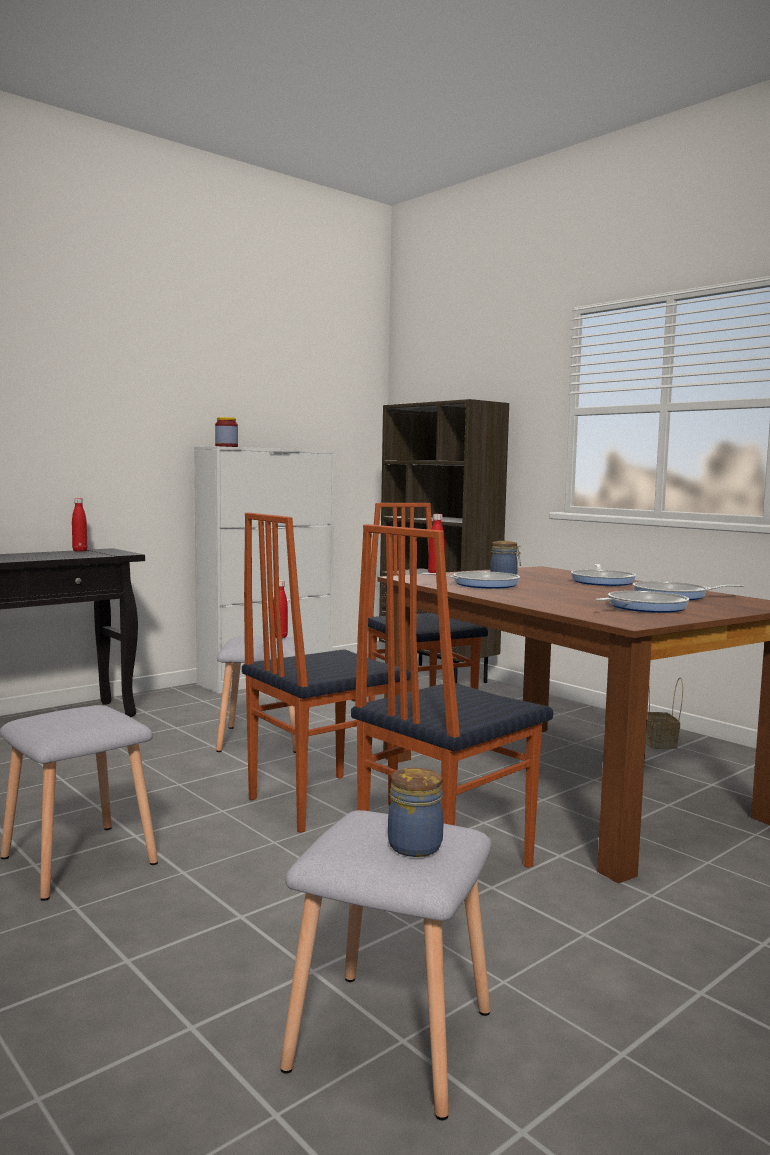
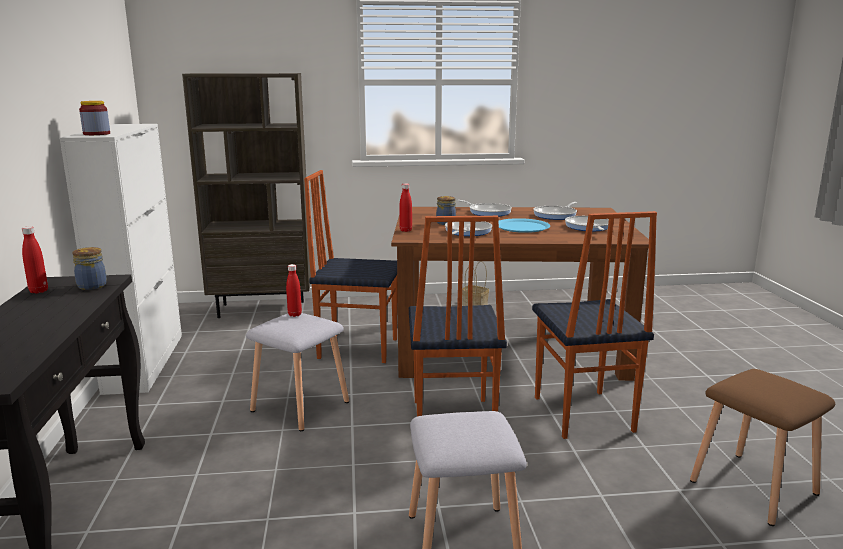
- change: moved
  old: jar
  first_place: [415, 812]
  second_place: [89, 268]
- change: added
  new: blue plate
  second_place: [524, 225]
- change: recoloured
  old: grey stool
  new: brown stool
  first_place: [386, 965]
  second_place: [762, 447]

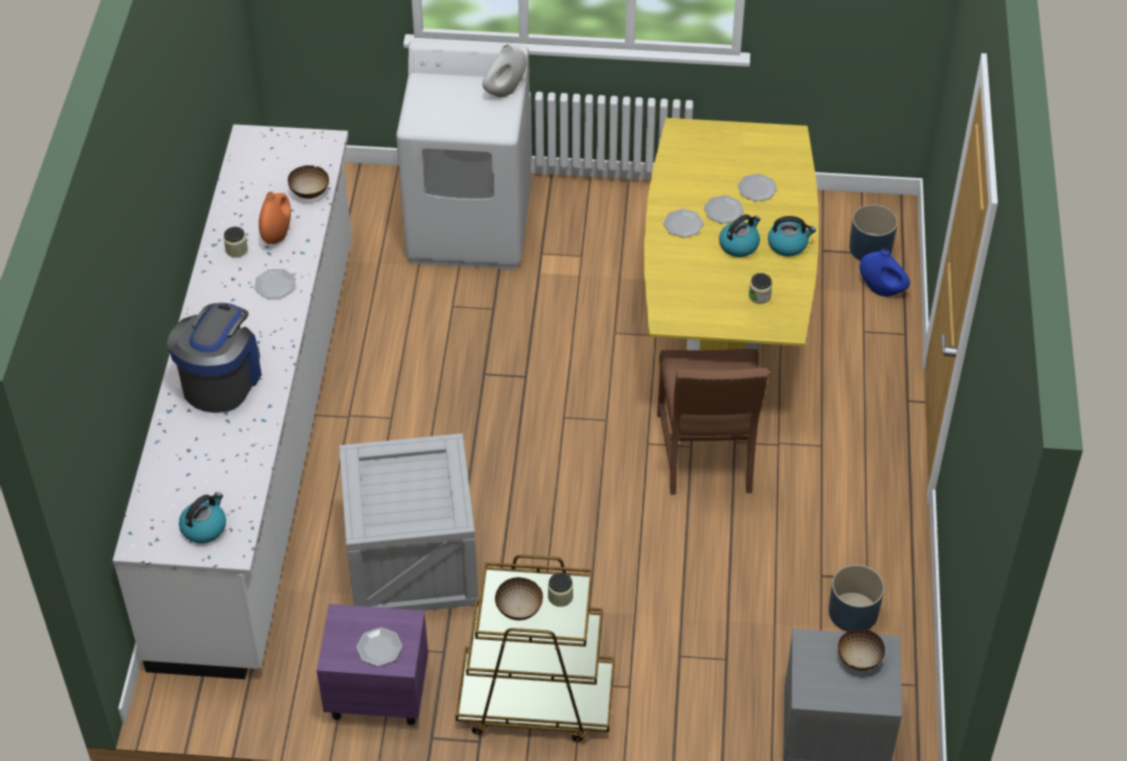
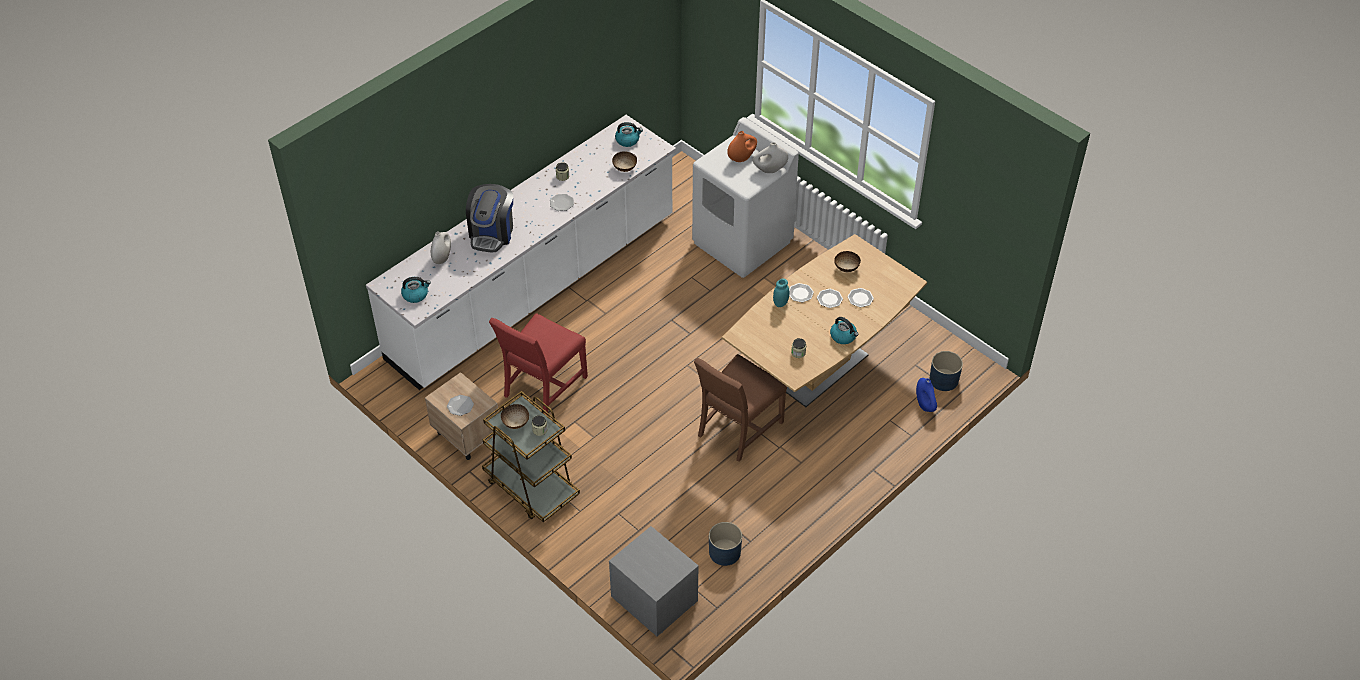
- change: recoloured
  old: purple nightstand
  new: beige nightstand
  first_place: [372, 664]
  second_place: [461, 416]
- change: added
  new: white vase
  second_place: [441, 247]
- change: turned
  old: coffee machine
  first_place: [214, 358]
  second_place: [489, 218]
  degrees: 135
- change: replaced
  old: crate
  new: red chair
  first_place: [409, 522]
  second_place: [538, 364]
- change: moved
  old: kettle
  first_place: [739, 235]
  second_place: [629, 134]
- change: recoloured
  old: yellow dining table
  new: brown dining table
  first_place: [731, 236]
  second_place: [824, 320]
- change: moved
  old: orange vase
  first_place: [275, 217]
  second_place: [742, 146]
- change: added
  new: turquoise jar
  second_place: [781, 293]
- change: moved
  old: bowl
  first_place: [861, 650]
  second_place: [847, 261]

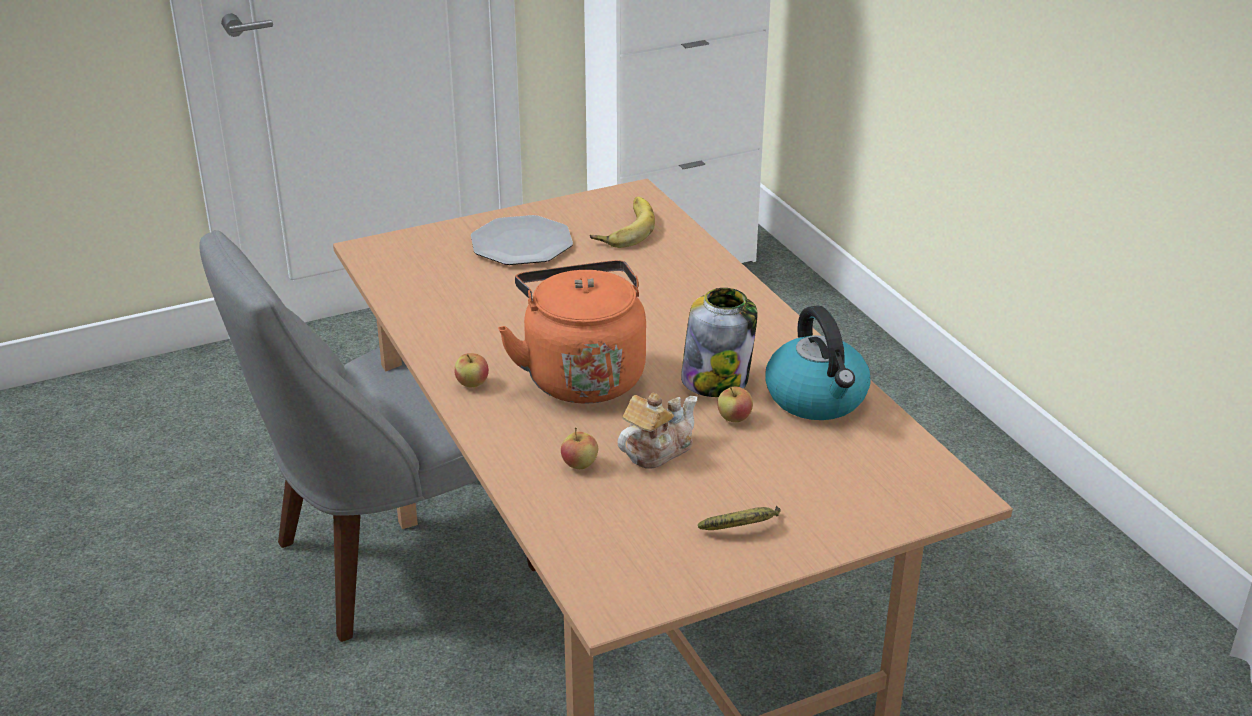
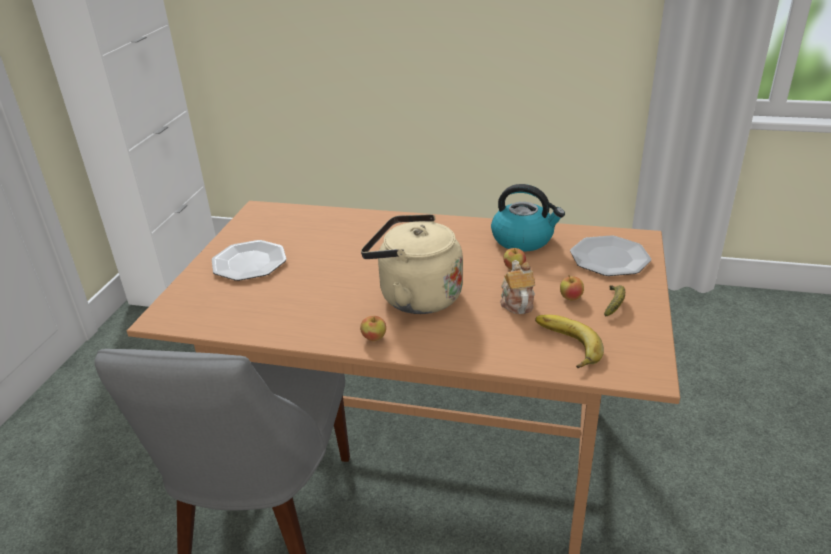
- change: recoloured
  old: orange kettle
  new: beige kettle
  first_place: [572, 332]
  second_place: [412, 264]
- change: moved
  old: banana
  first_place: [622, 222]
  second_place: [569, 341]
- change: moved
  old: apple
  first_place: [579, 448]
  second_place: [572, 287]
- change: added
  new: plate
  second_place: [610, 255]
- change: removed
  old: jar
  first_place: [719, 342]

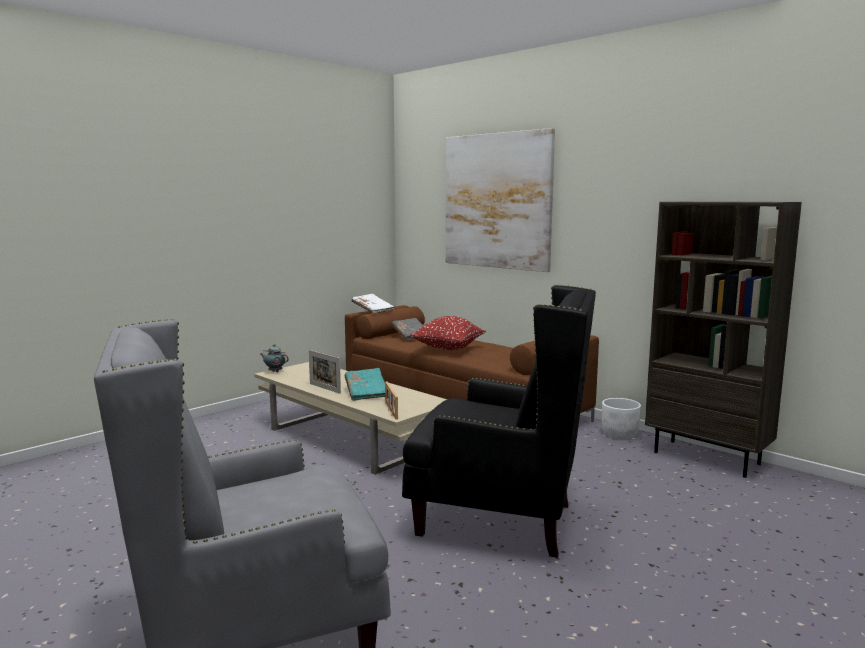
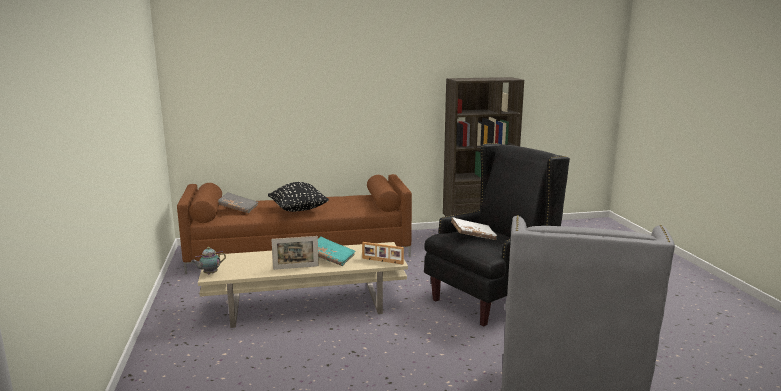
- change: recoloured
  old: red pillow
  new: black pillow
  first_place: [448, 333]
  second_place: [298, 197]
- change: moved
  old: white book
  first_place: [373, 303]
  second_place: [474, 228]
- change: removed
  old: picture
  first_place: [500, 200]
- change: removed
  old: white planter
  first_place: [621, 418]

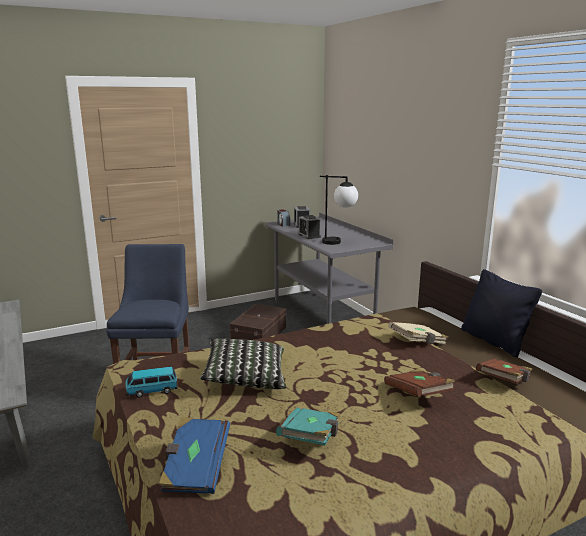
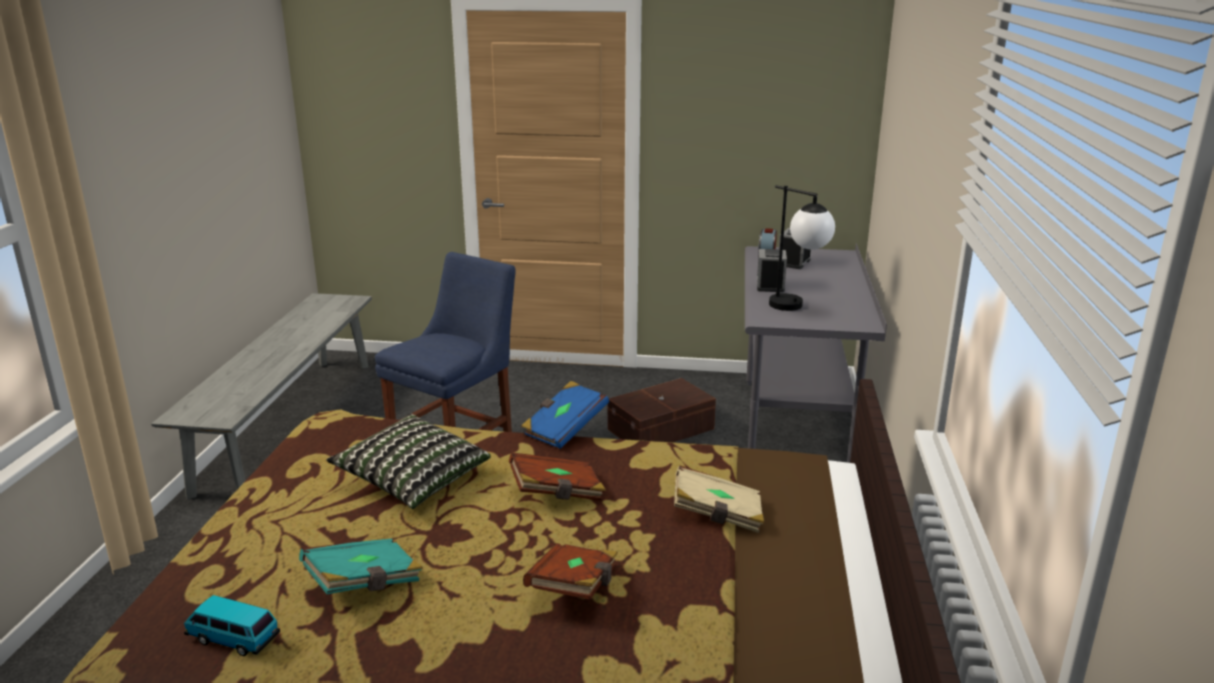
- change: moved
  old: toy car
  first_place: [151, 381]
  second_place: [232, 625]
- change: moved
  old: brown book
  first_place: [504, 371]
  second_place: [557, 477]
- change: moved
  old: blue book
  first_place: [194, 455]
  second_place: [565, 415]
- change: removed
  old: black pillow
  first_place: [501, 313]

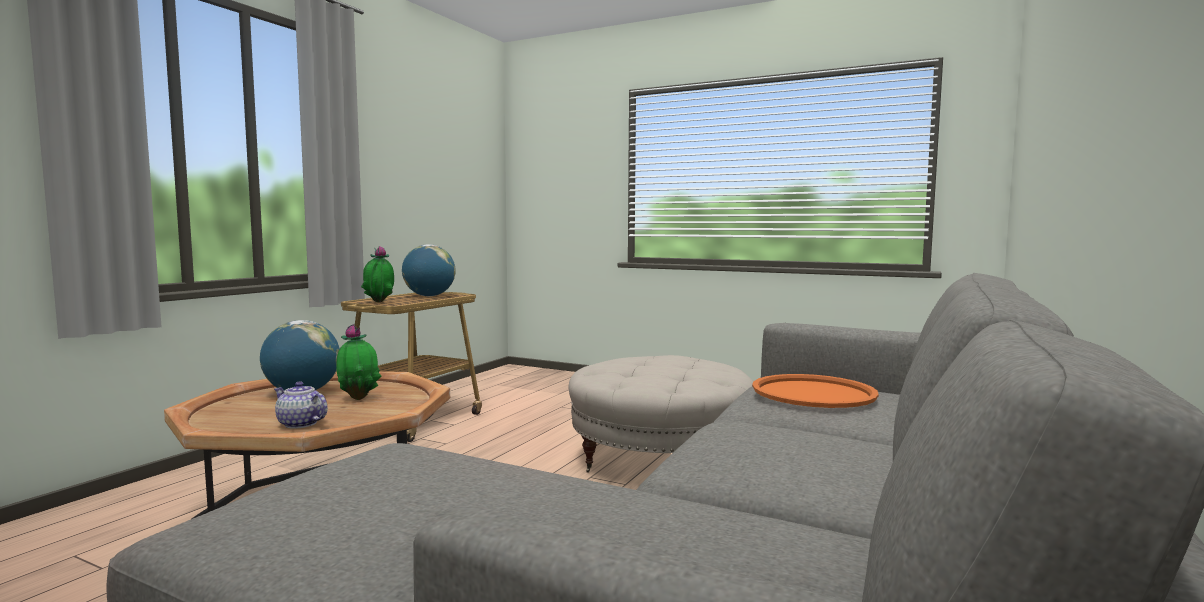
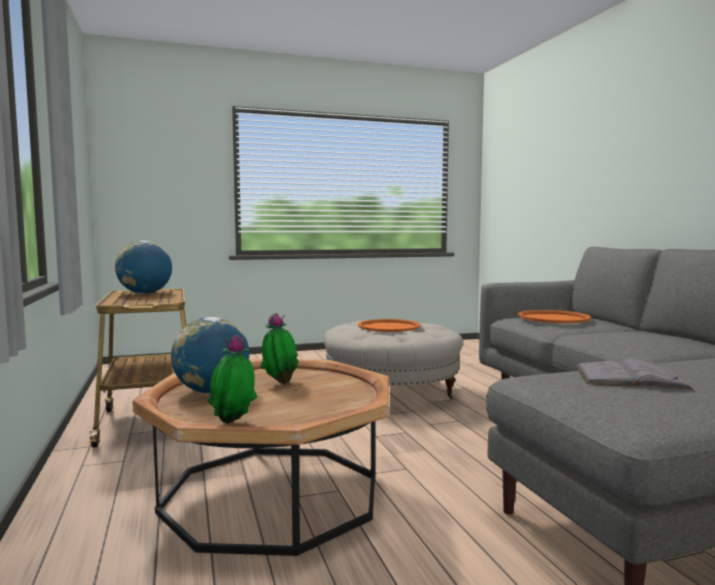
- change: moved
  old: potted plant
  first_place: [377, 274]
  second_place: [232, 379]
- change: added
  new: orange tray
  second_place: [389, 325]
- change: added
  new: grey book
  second_place: [634, 374]
- change: removed
  old: teapot
  first_place: [301, 405]

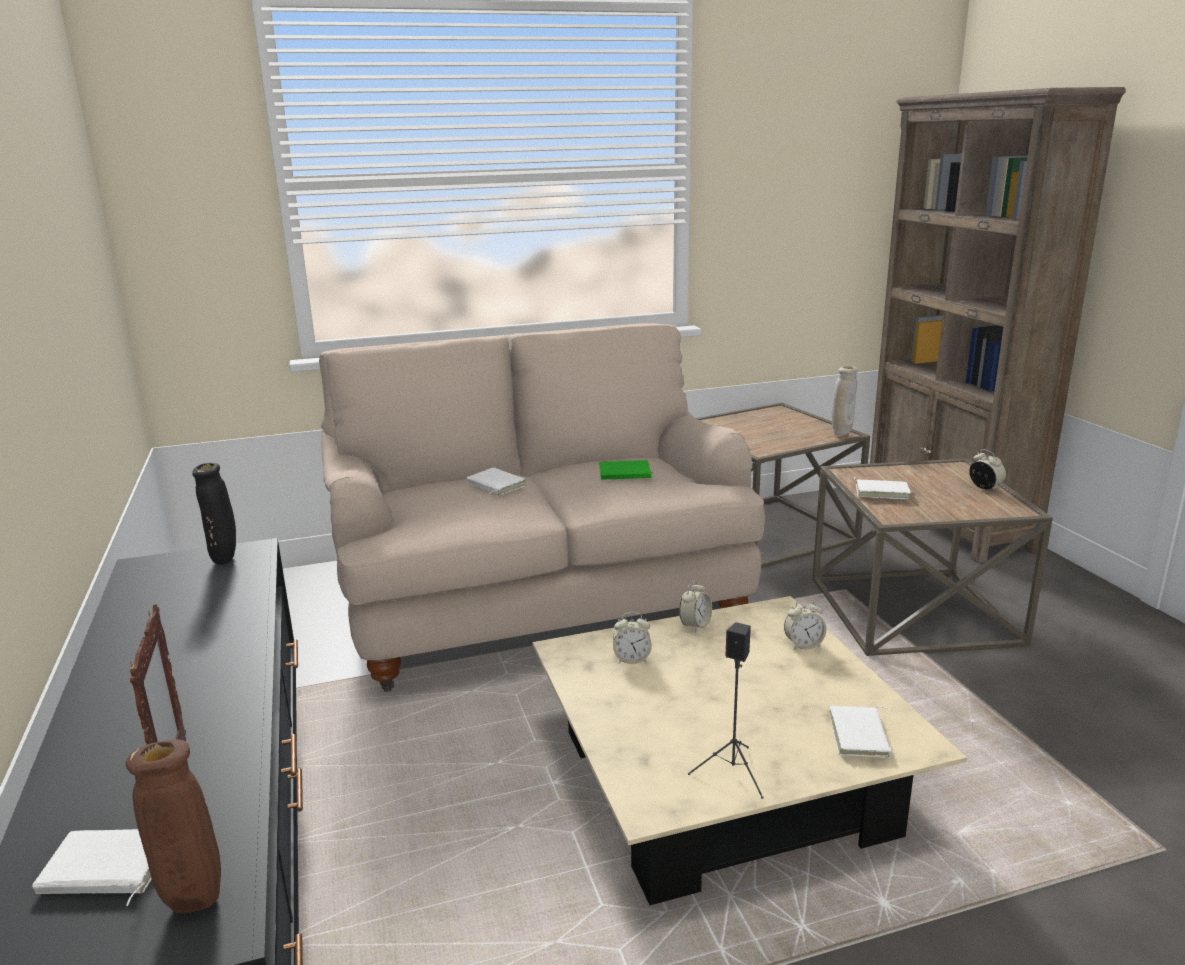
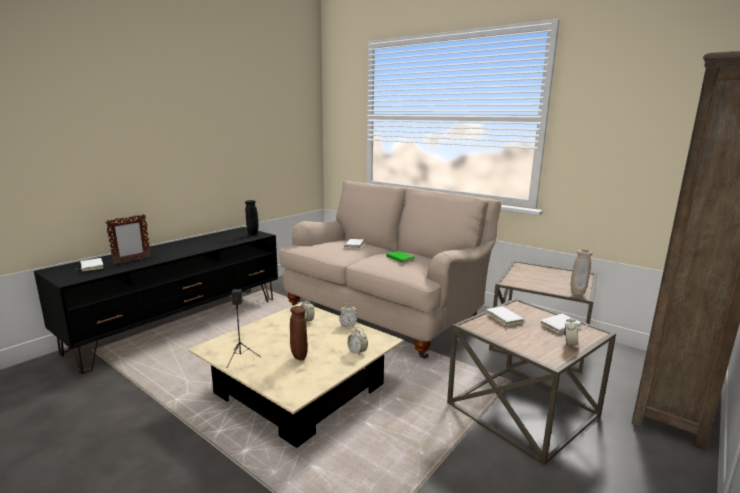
- change: moved
  old: brown vase
  first_place: [173, 826]
  second_place: [299, 333]
- change: moved
  old: white book
  first_place: [861, 731]
  second_place: [563, 323]

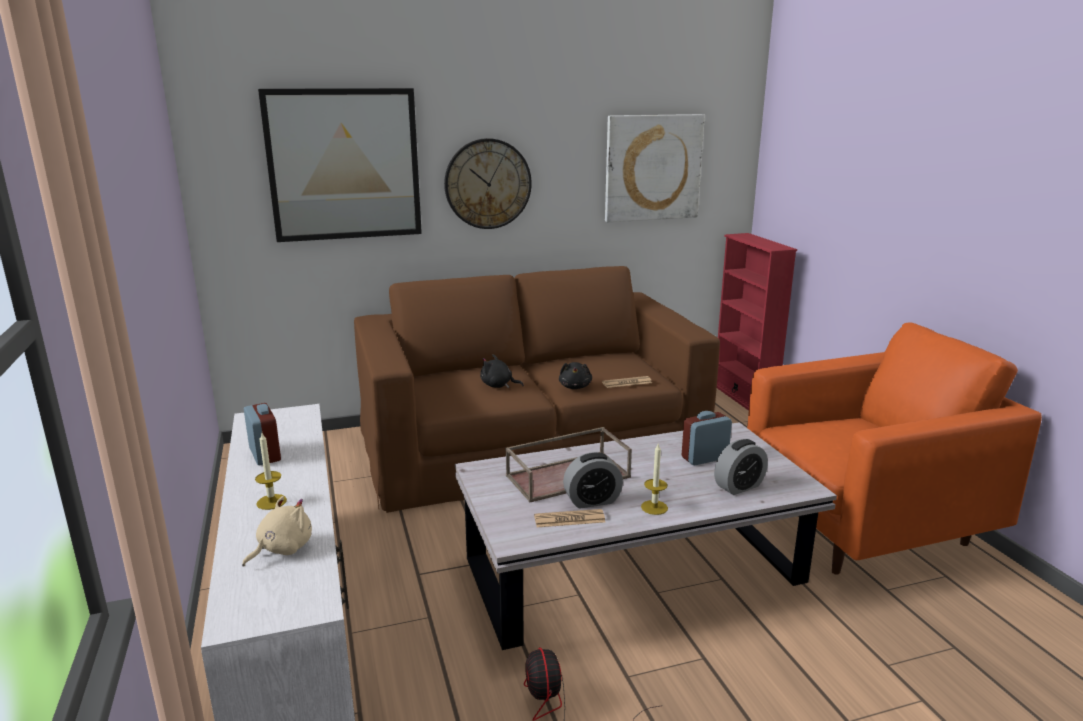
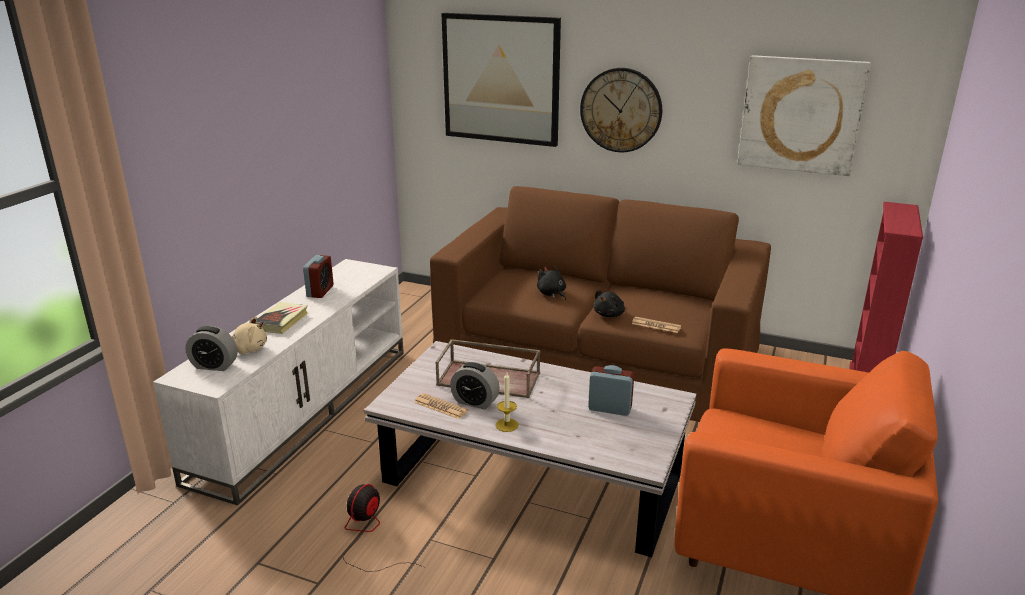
- change: moved
  old: alarm clock
  first_place: [741, 467]
  second_place: [211, 348]
- change: replaced
  old: candle
  new: book
  first_place: [271, 471]
  second_place: [282, 318]

